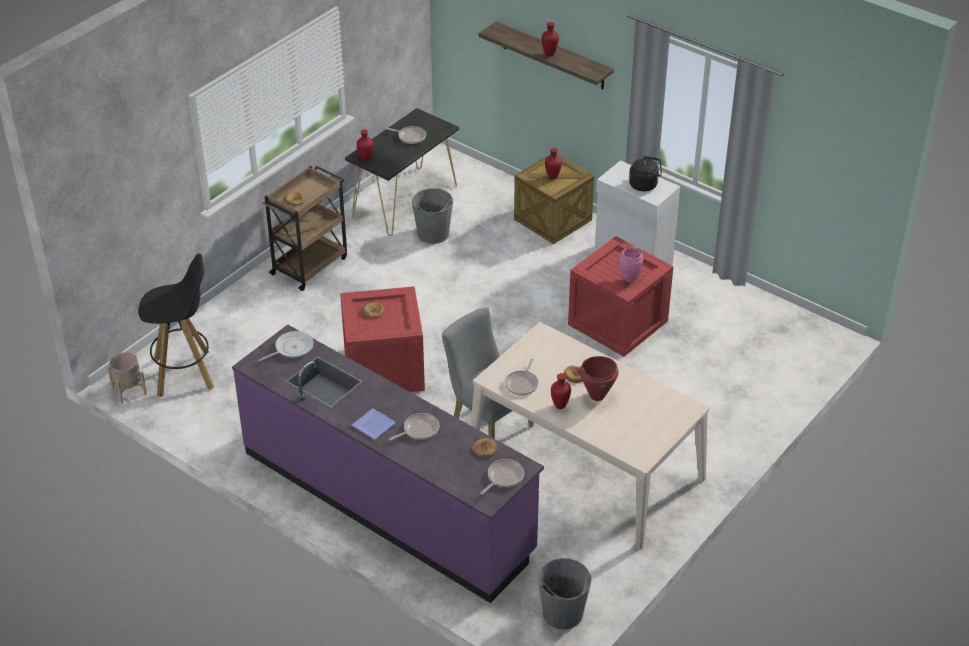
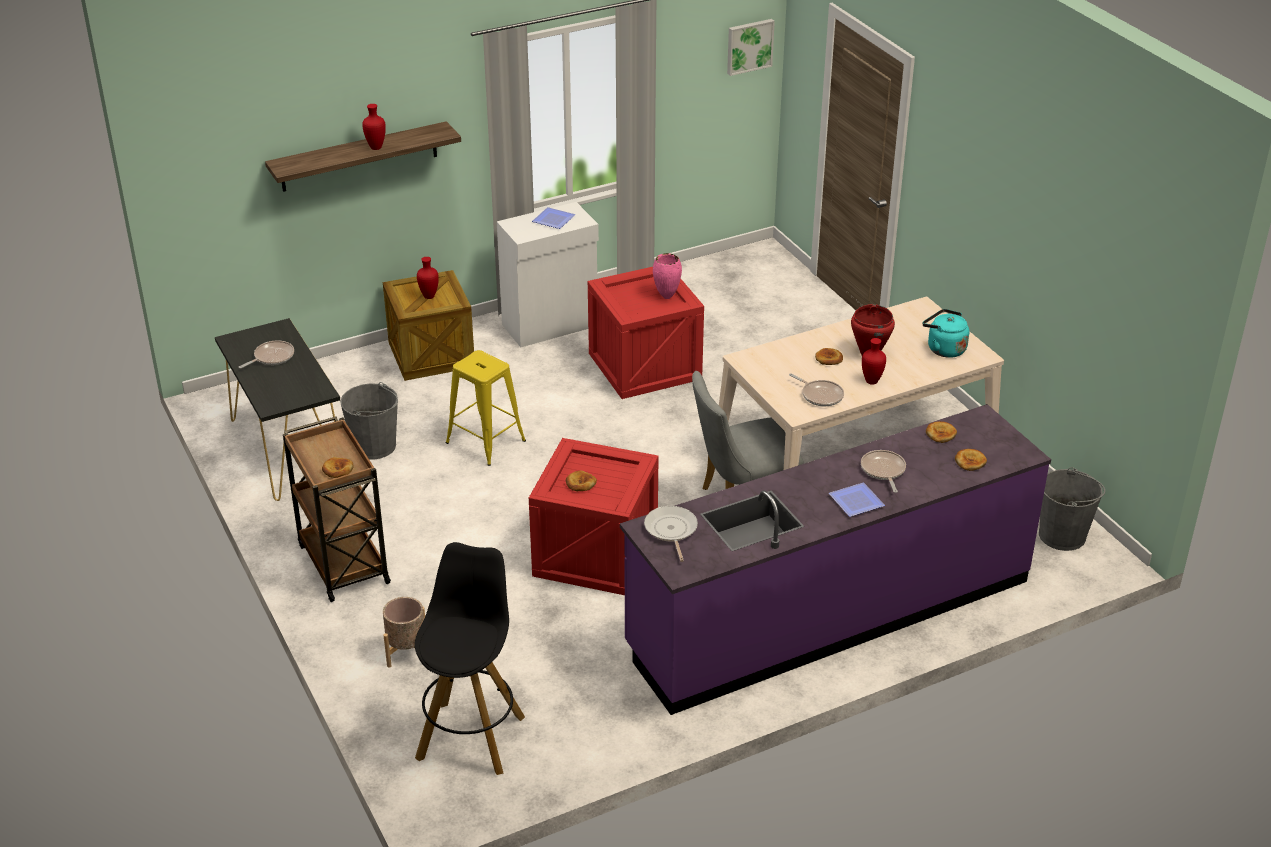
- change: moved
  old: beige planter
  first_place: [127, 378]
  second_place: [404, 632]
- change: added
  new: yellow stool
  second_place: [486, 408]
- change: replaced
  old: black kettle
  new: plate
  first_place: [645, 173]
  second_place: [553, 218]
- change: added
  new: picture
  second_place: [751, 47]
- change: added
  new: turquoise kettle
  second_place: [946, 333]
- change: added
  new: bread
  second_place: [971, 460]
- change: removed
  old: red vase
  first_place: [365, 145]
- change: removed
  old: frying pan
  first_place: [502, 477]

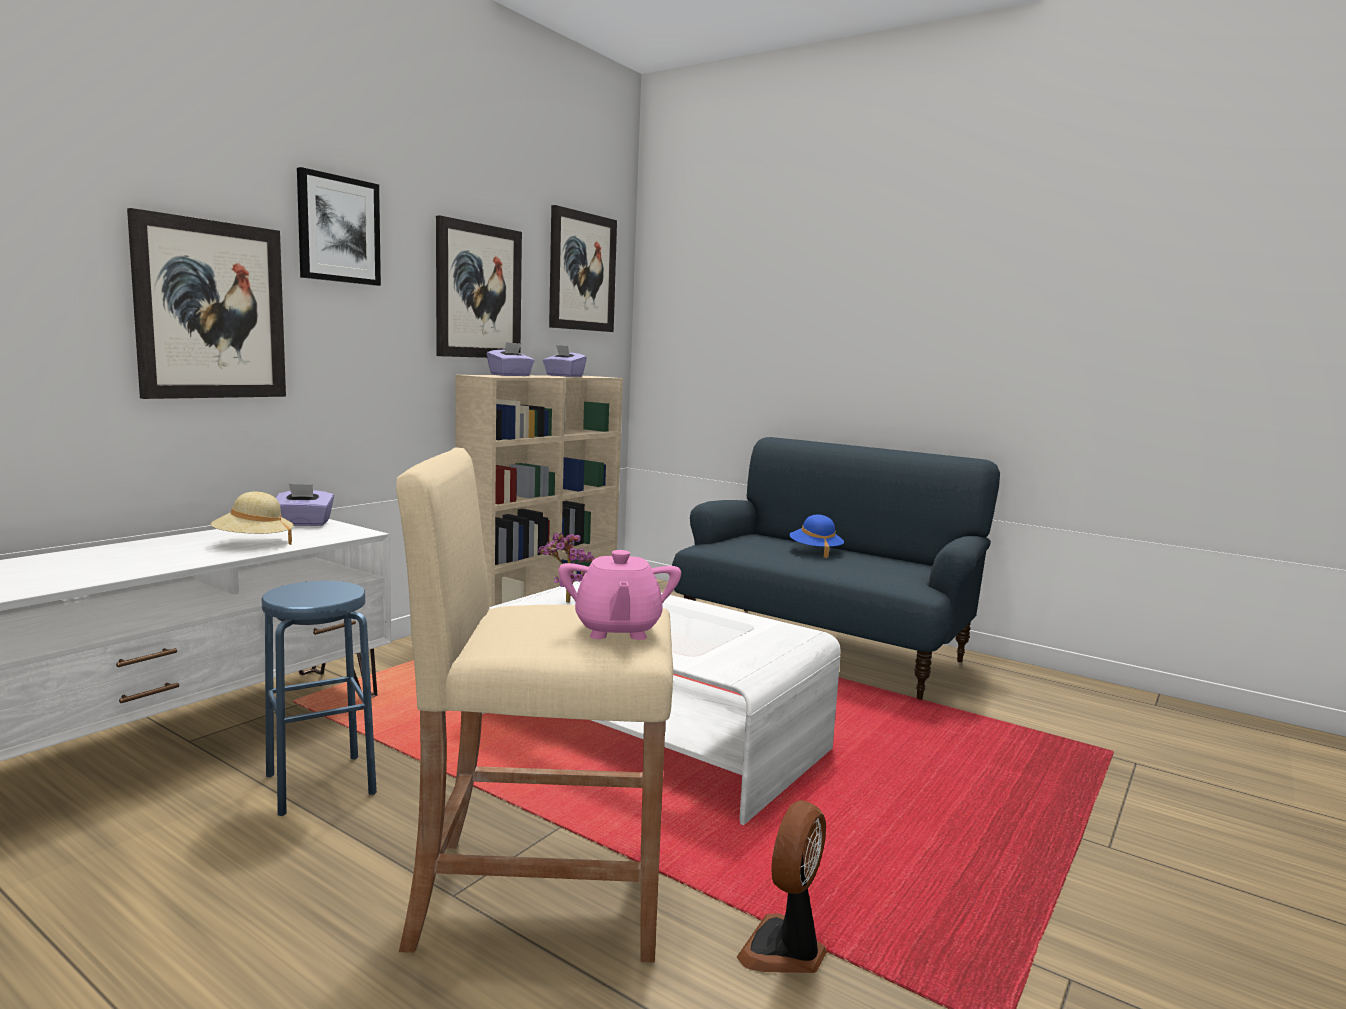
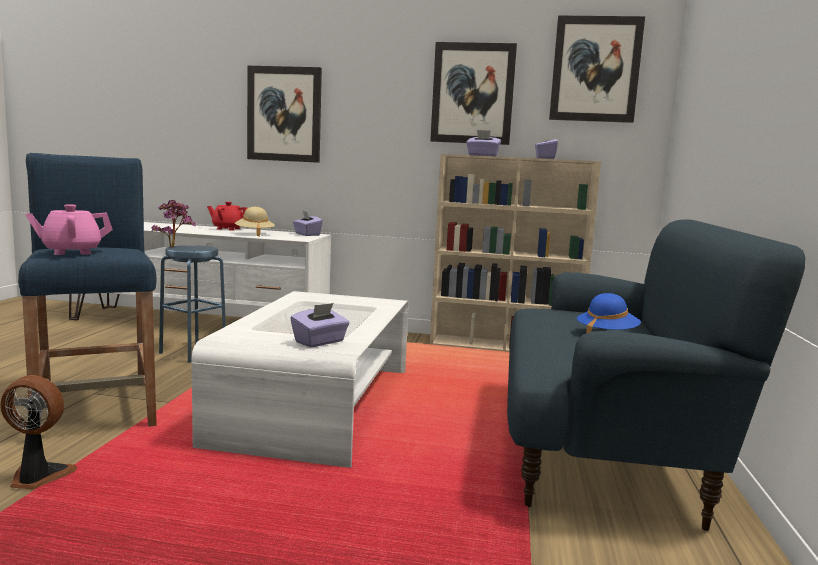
- change: recoloured
  old: beige stool
  new: blue stool
  first_place: [534, 704]
  second_place: [87, 290]
- change: moved
  old: potted plant
  first_place: [566, 567]
  second_place: [174, 223]
- change: added
  new: red teapot
  second_place: [227, 216]
- change: added
  new: purple tissue box
  second_place: [319, 325]
- change: removed
  old: picture
  first_place: [339, 226]

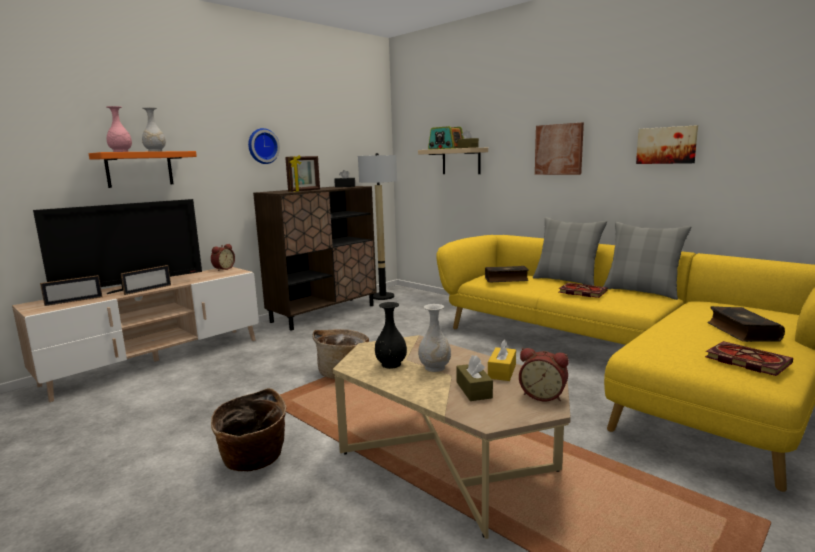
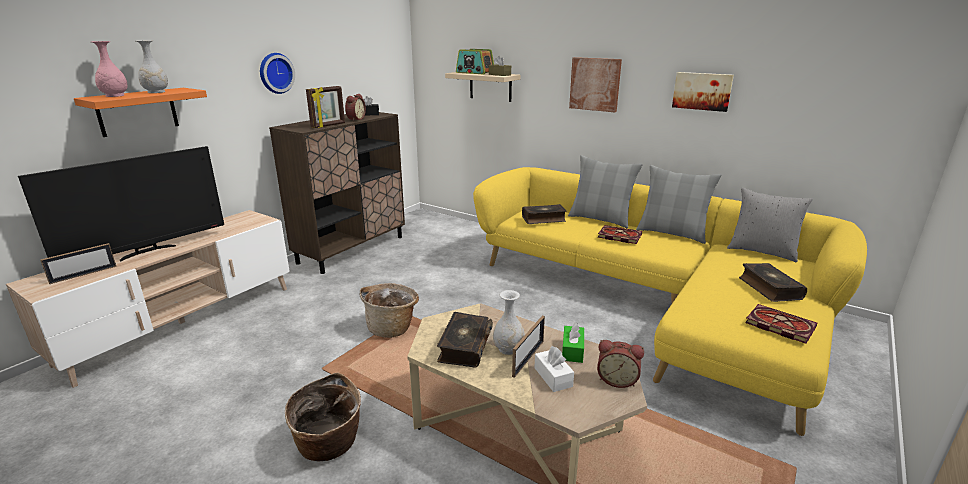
- change: moved
  old: alarm clock
  first_place: [223, 257]
  second_place: [355, 107]
- change: replaced
  old: black vase
  new: book
  first_place: [391, 335]
  second_place: [465, 340]
- change: moved
  old: picture frame
  first_place: [146, 280]
  second_place: [528, 347]
- change: recoloured
  old: brown tissue box
  new: white tissue box
  first_place: [475, 378]
  second_place: [554, 369]
- change: recoloured
  old: yellow tissue box
  new: green tissue box
  first_place: [502, 360]
  second_place: [573, 342]
- change: added
  new: grey pillow
  second_place: [770, 225]
- change: removed
  old: floor lamp
  first_place: [377, 226]

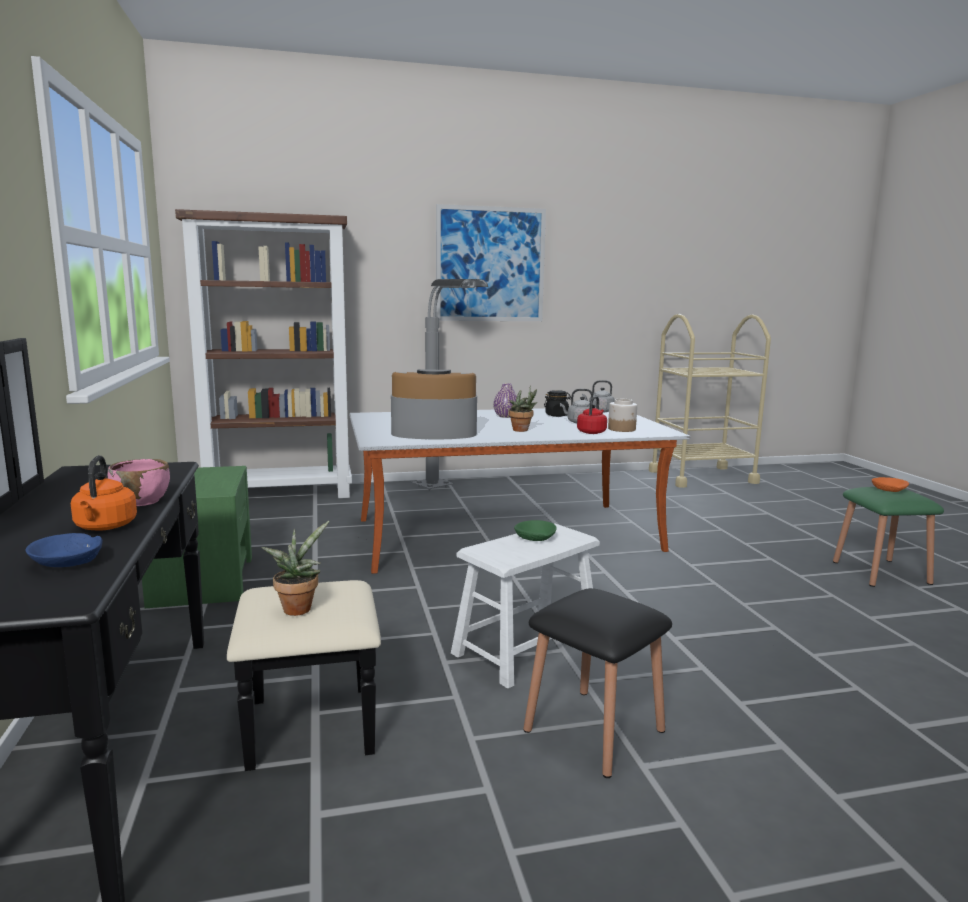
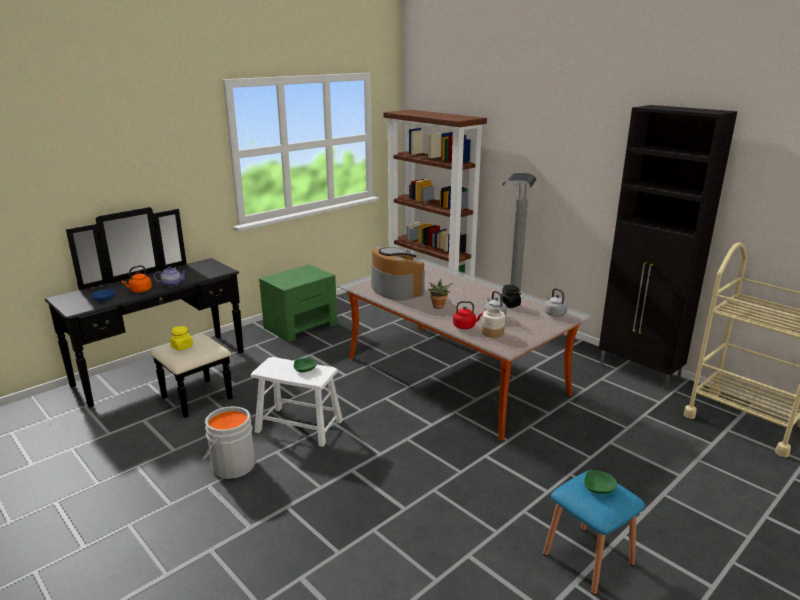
- change: replaced
  old: pink bowl
  new: teapot
  first_place: [138, 482]
  second_place: [170, 277]
- change: replaced
  old: potted plant
  new: yellow jar
  first_place: [295, 568]
  second_place: [181, 338]
- change: replaced
  old: black stool
  new: grey bucket
  first_place: [597, 683]
  second_place: [229, 442]
- change: recoloured
  old: green stool
  new: blue stool
  first_place: [888, 537]
  second_place: [594, 532]
- change: recoloured
  old: orange bowl
  new: green bowl
  first_place: [890, 484]
  second_place: [601, 482]
- change: added
  new: black cabinet
  second_place: [668, 247]
- change: removed
  old: picture
  first_place: [491, 262]
- change: removed
  old: purple vase
  first_place: [505, 400]

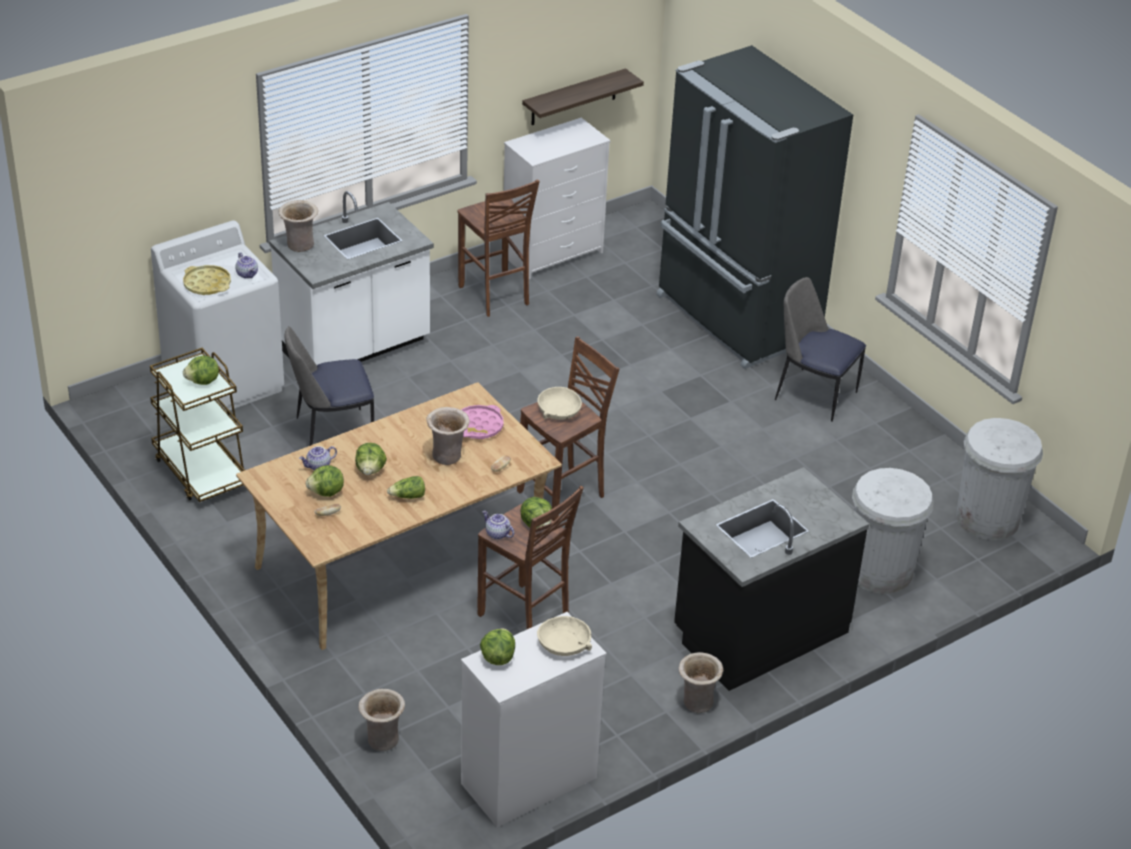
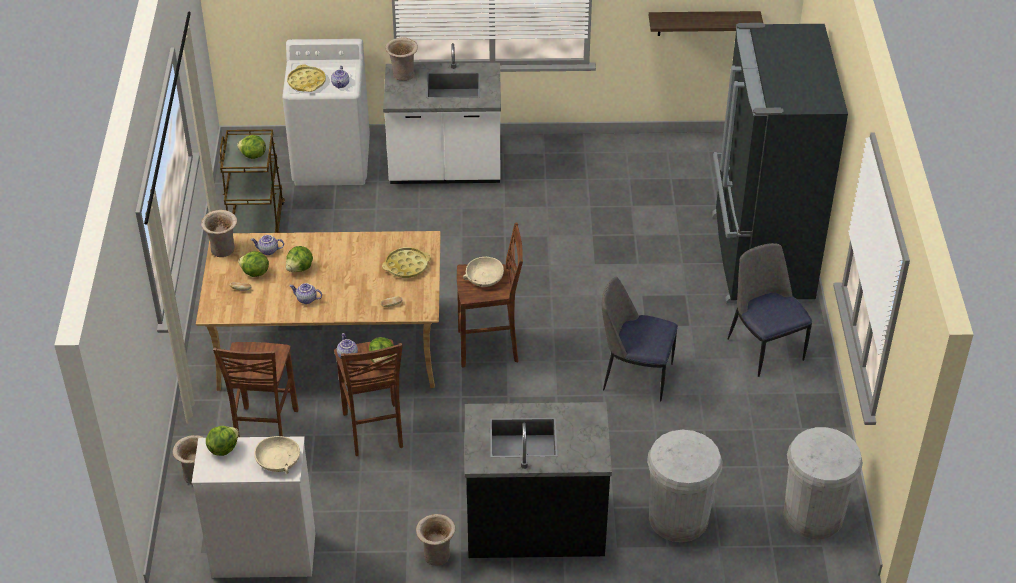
- change: moved
  old: beige vase
  first_place: [448, 436]
  second_place: [219, 233]
- change: moved
  old: brown stool
  first_place: [498, 248]
  second_place: [256, 389]
- change: replaced
  old: lettuce
  new: teapot
  first_place: [406, 487]
  second_place: [305, 293]
- change: recoloured
  old: pink tray
  new: yellow tray
  first_place: [482, 422]
  second_place: [406, 262]
- change: moved
  old: chair
  first_place: [329, 386]
  second_place: [640, 339]
- change: removed
  old: white dresser
  first_place: [557, 198]

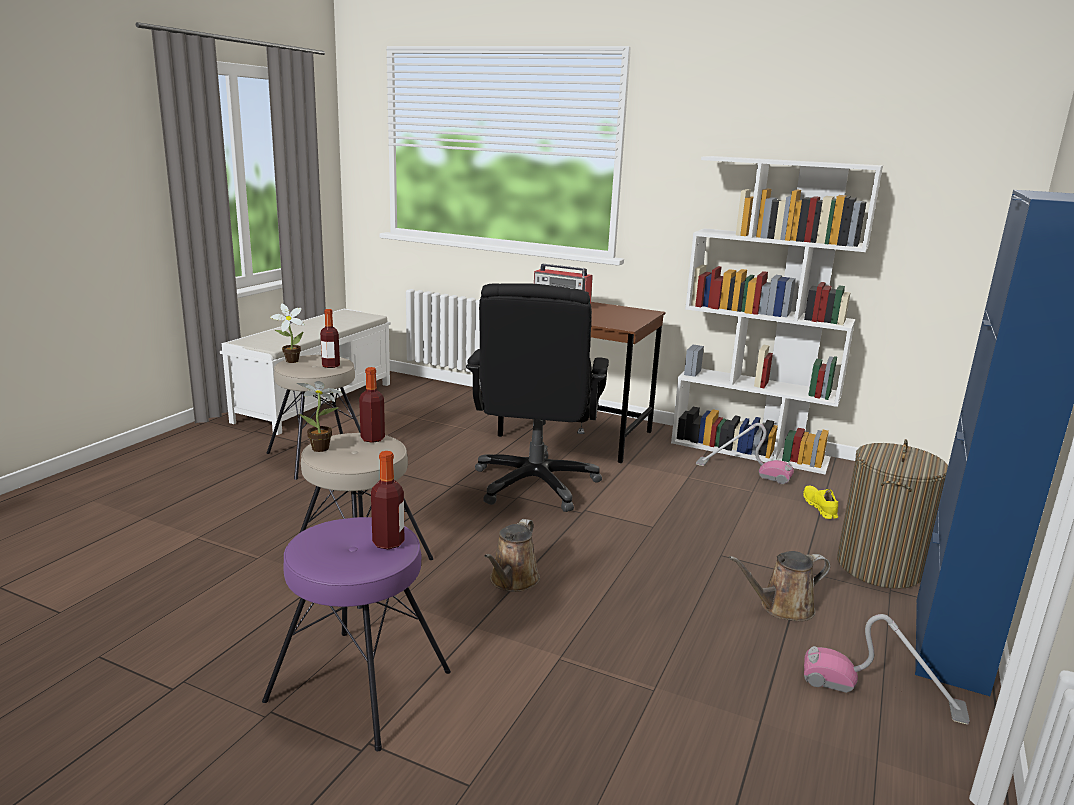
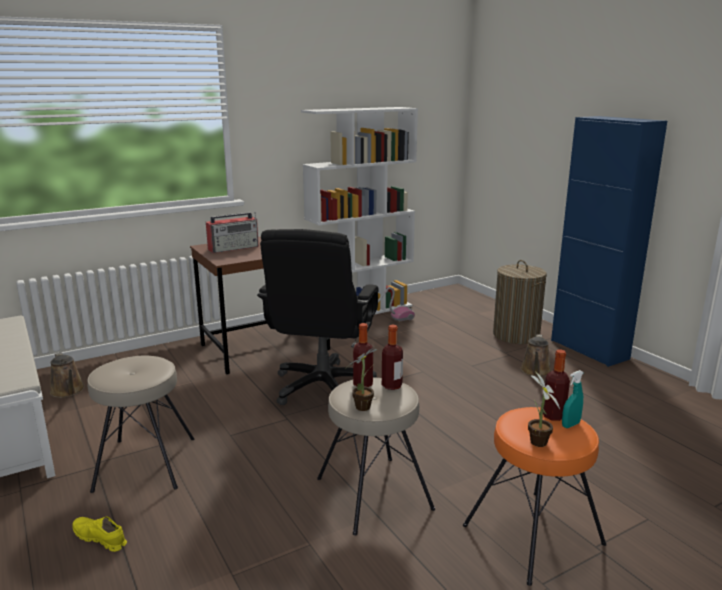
- change: moved
  old: brown watering can
  first_place: [512, 555]
  second_place: [67, 375]
- change: moved
  old: yellow shoe
  first_place: [820, 502]
  second_place: [100, 534]
- change: turned
  old: black office chair
  first_place: [537, 397]
  second_place: [318, 317]
  degrees: 60
- change: moved
  old: bottle
  first_place: [330, 338]
  second_place: [392, 357]
- change: recoloured
  old: purple stool
  new: orange stool
  first_place: [356, 634]
  second_place: [534, 496]
- change: moved
  old: potted plant
  first_place: [287, 333]
  second_place: [544, 409]
- change: added
  new: turquoise spray bottle
  second_place: [573, 399]
- change: removed
  old: vacuum cleaner
  first_place: [887, 669]

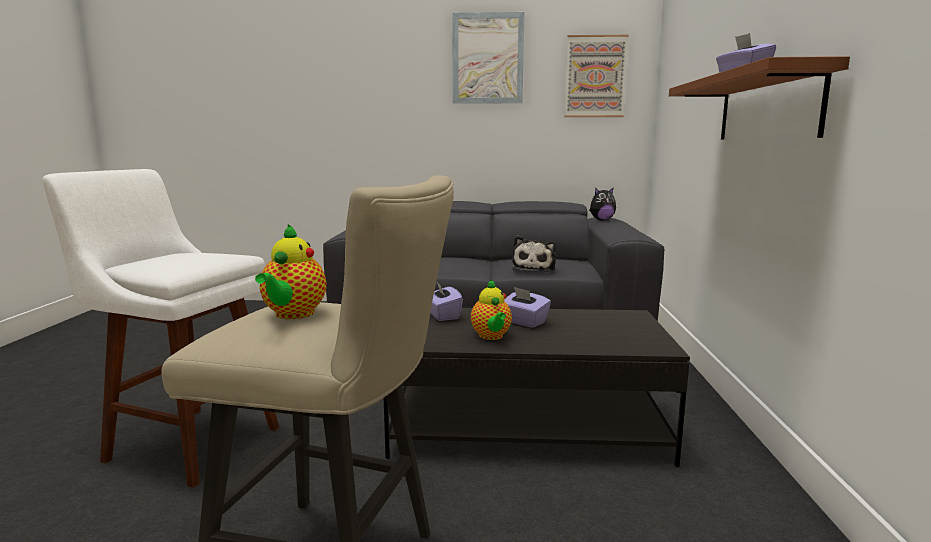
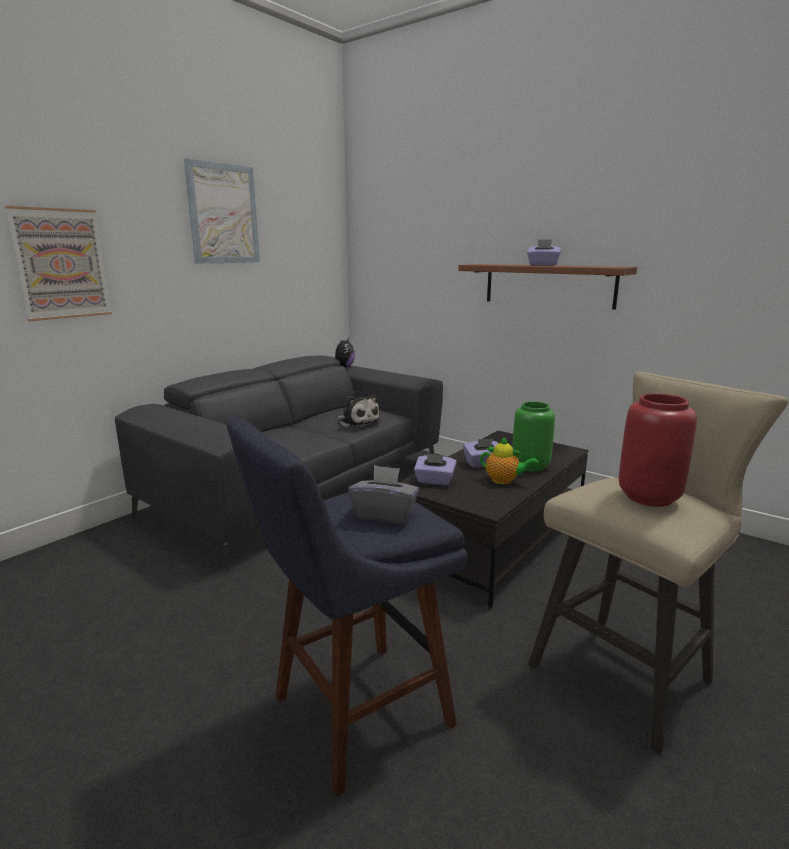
- change: moved
  old: picture
  first_place: [596, 76]
  second_place: [58, 263]
- change: recoloured
  old: white stool
  new: blue stool
  first_place: [161, 328]
  second_place: [346, 607]
- change: added
  new: grey tissue box
  second_place: [383, 494]
- change: added
  new: green vase
  second_place: [533, 436]
- change: replaced
  old: teapot
  new: red vase
  first_place: [290, 271]
  second_place: [658, 450]

